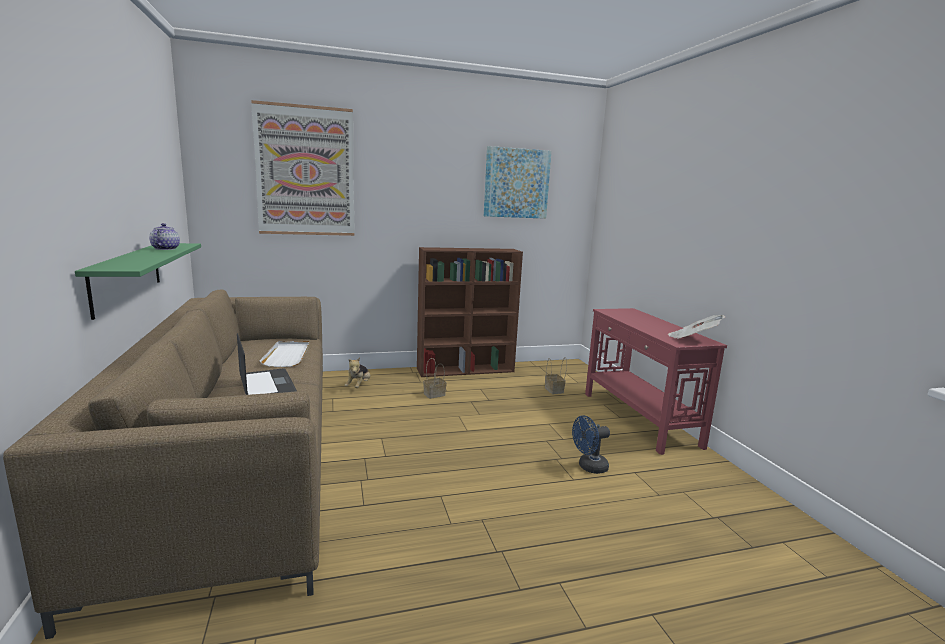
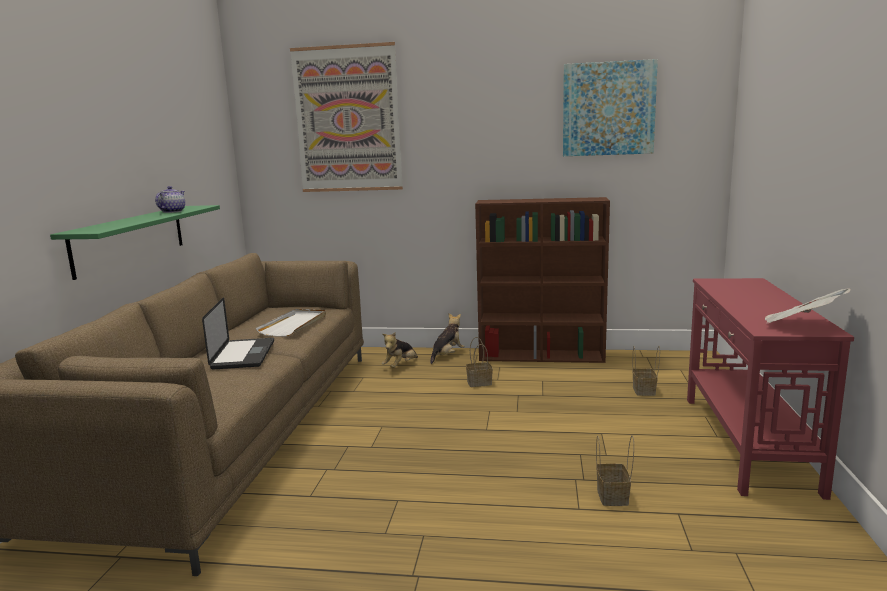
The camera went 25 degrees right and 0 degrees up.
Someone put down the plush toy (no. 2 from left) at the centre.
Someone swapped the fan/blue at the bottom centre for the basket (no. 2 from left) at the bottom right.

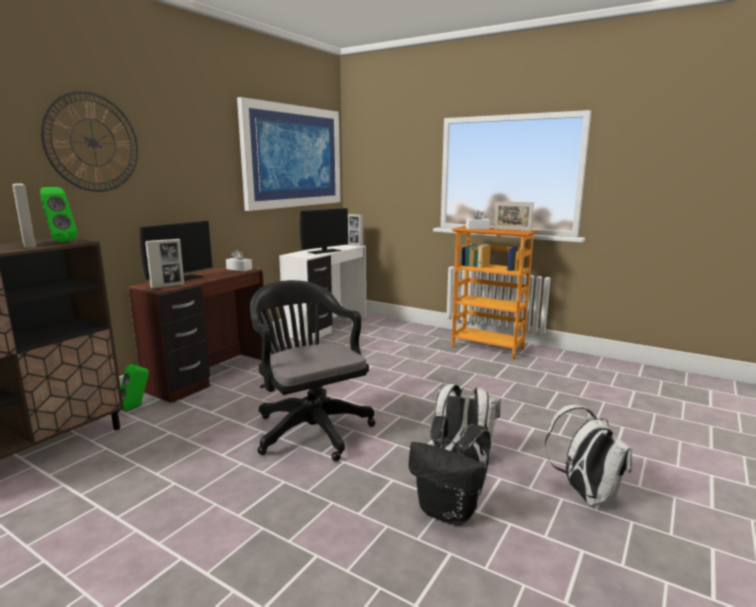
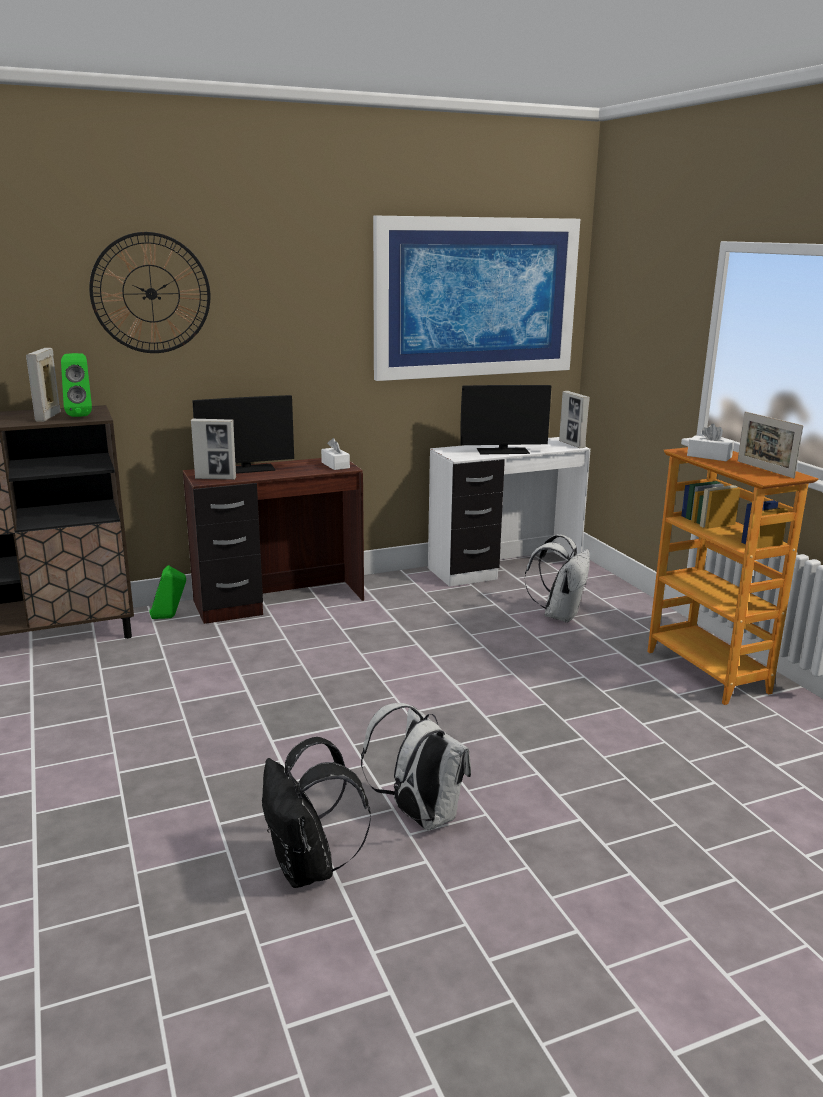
The camera went 35 degrees right and 5 degrees up.
Someone took away the office chair/black at the centre.
Someone carried the backpack/white (no. 2 from left) from the bottom right to the middle right.

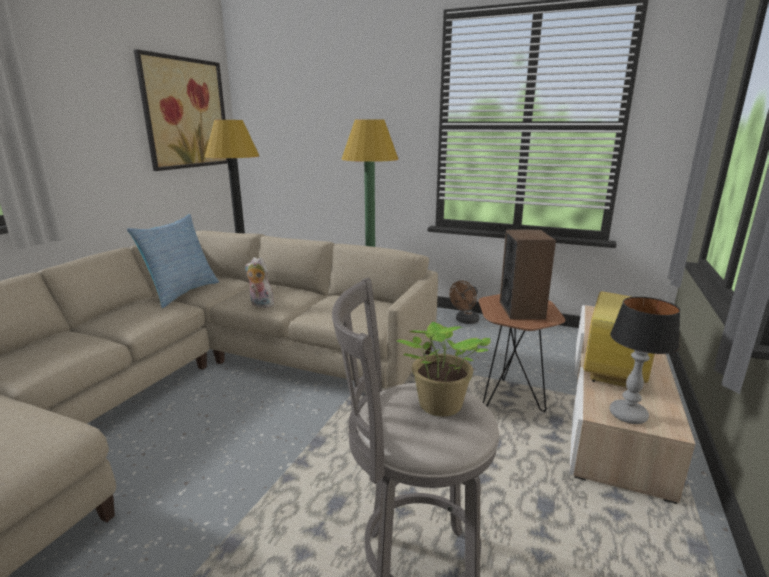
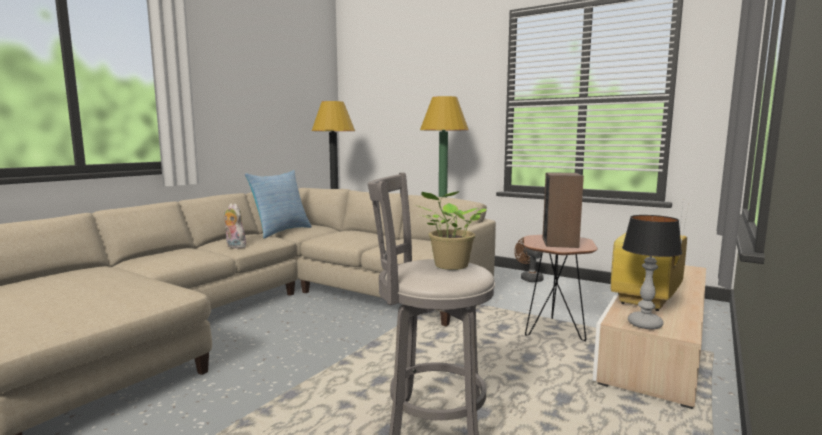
The camera went 10 degrees right and 10 degrees down.
Someone took away the picture at the top left.
Someone carried the plush toy from the centre to the middle left.
Someone rotated the fan/brown at the centre by 105 degrees clockwise.

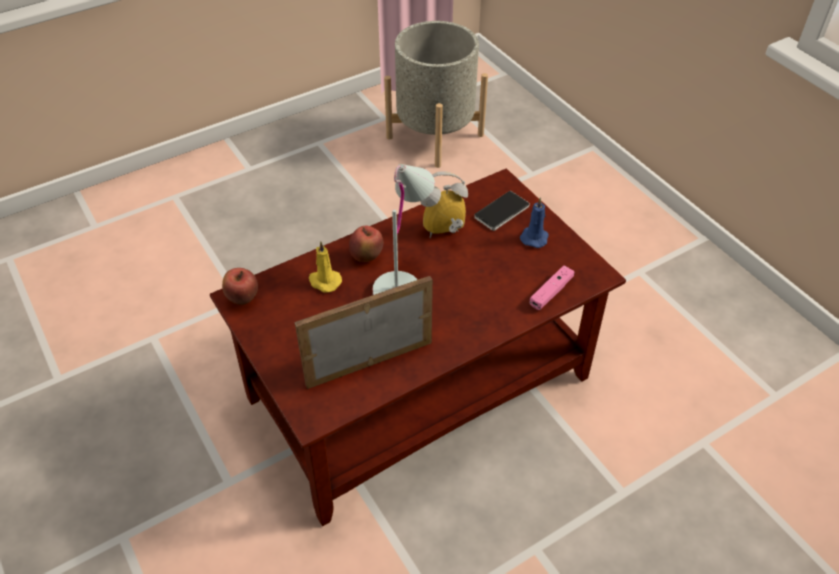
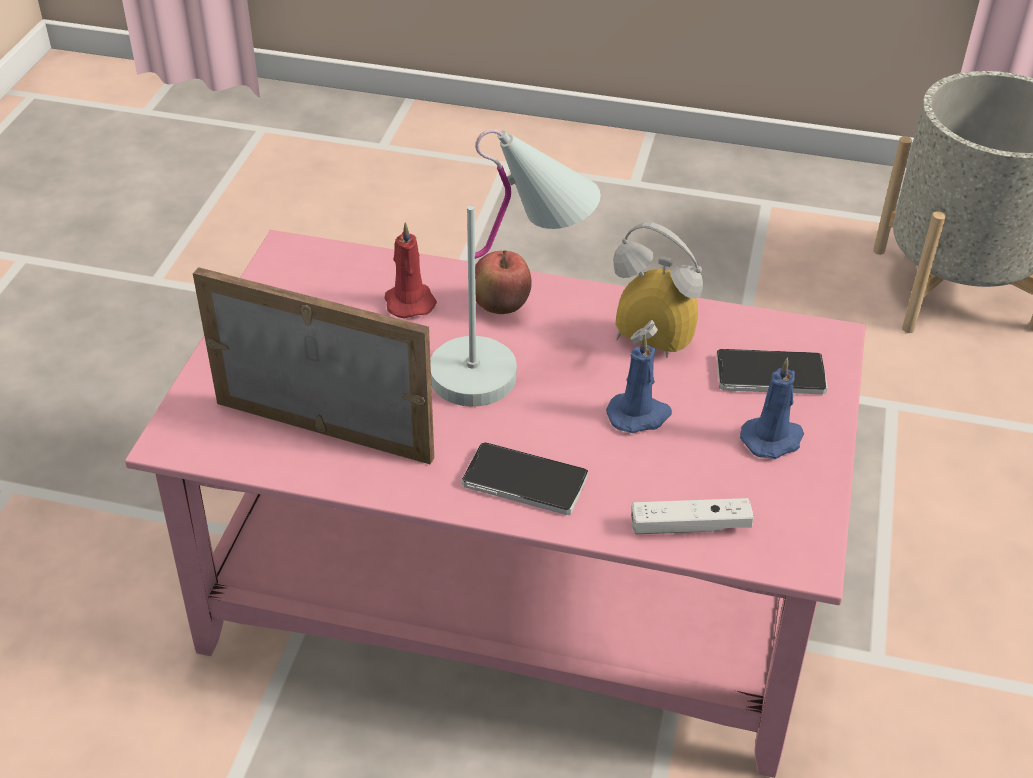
The camera went 45 degrees right and 5 degrees down.
Someone took away the apple (no. 1 from left) at the middle left.
Someone put down the phone (no. 1 from left) at the centre.
Someone put down the candle/blue (no. 1 from left) at the centre.
Someone repainted the coffee table/brown at the centre, which became the coffee table/pink at the centre.
Someone repainted the candle/yellow at the centre, which became the candle/red at the centre.
Someone repainted the game controller/pink at the centre, which became the game controller/white at the middle right.

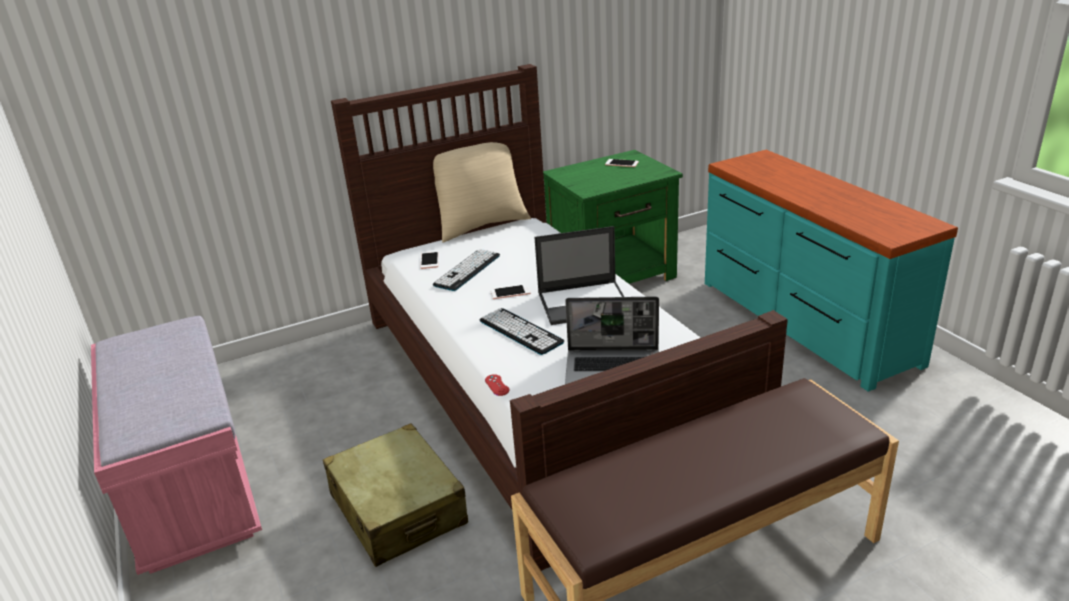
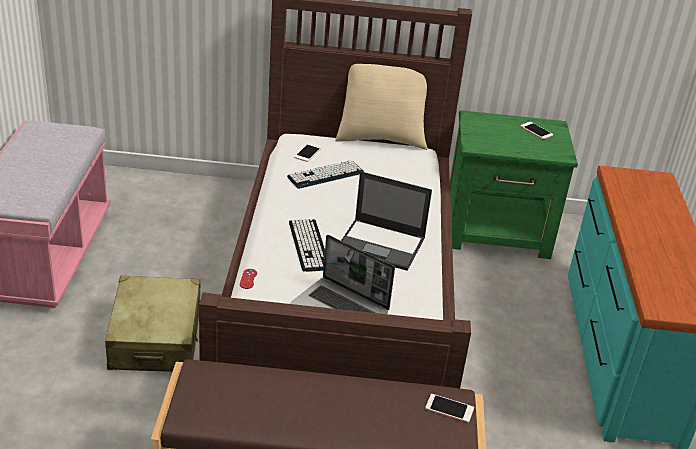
The camera went 25 degrees right and 5 degrees up.
Someone carried the phone (no. 2 from left) from the centre to the bottom centre.

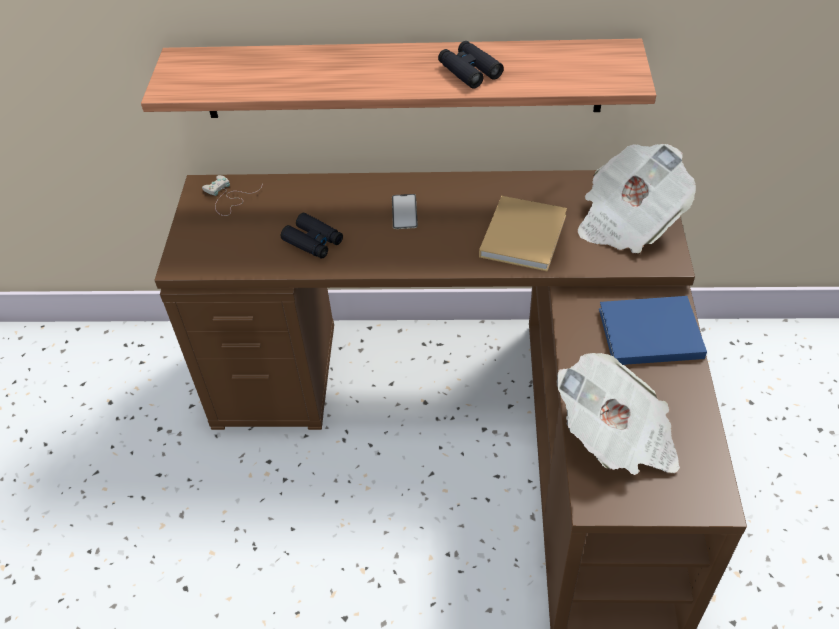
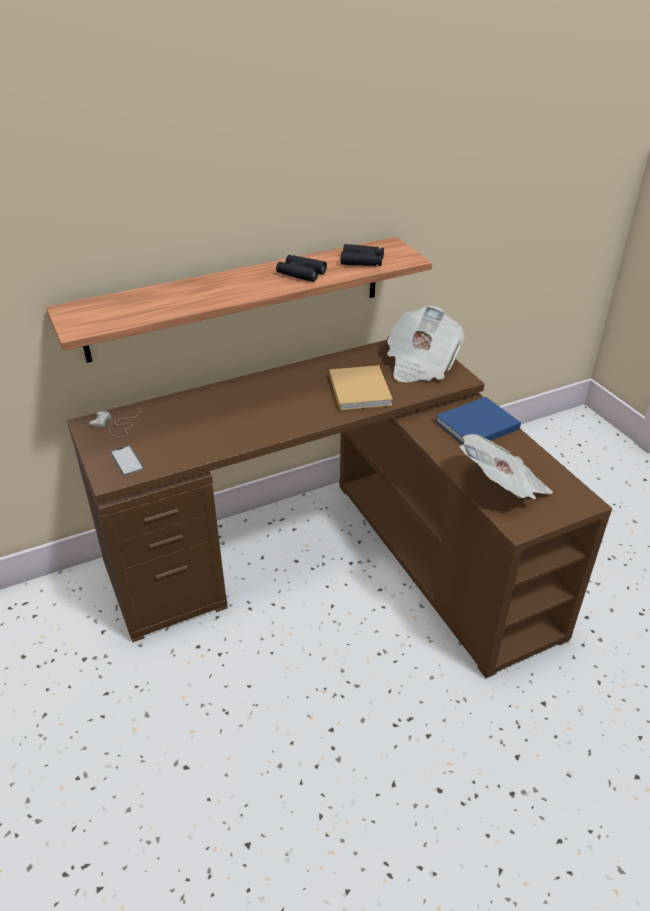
The camera went 30 degrees left and 10 degrees down.
Someone carried the binoculars/black (no. 1 from left in the first image) from the centre to the top centre.
Someone carried the phone from the centre to the middle left.

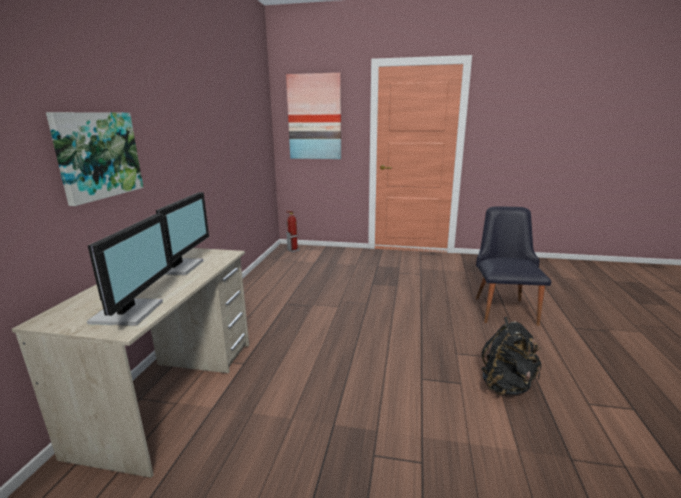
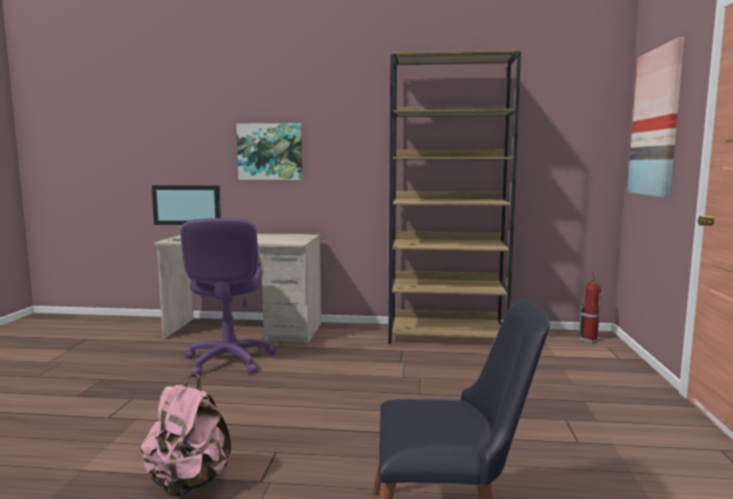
The camera went 85 degrees right and 10 degrees down.
Someone took away the monitor (no. 2 from left) at the middle left.
Someone put down the office chair/purple at the middle left.
Someone put down the bookcase/brown at the centre.
Someone repainted the backpack/black at the bottom right, which became the backpack/pink at the bottom left.

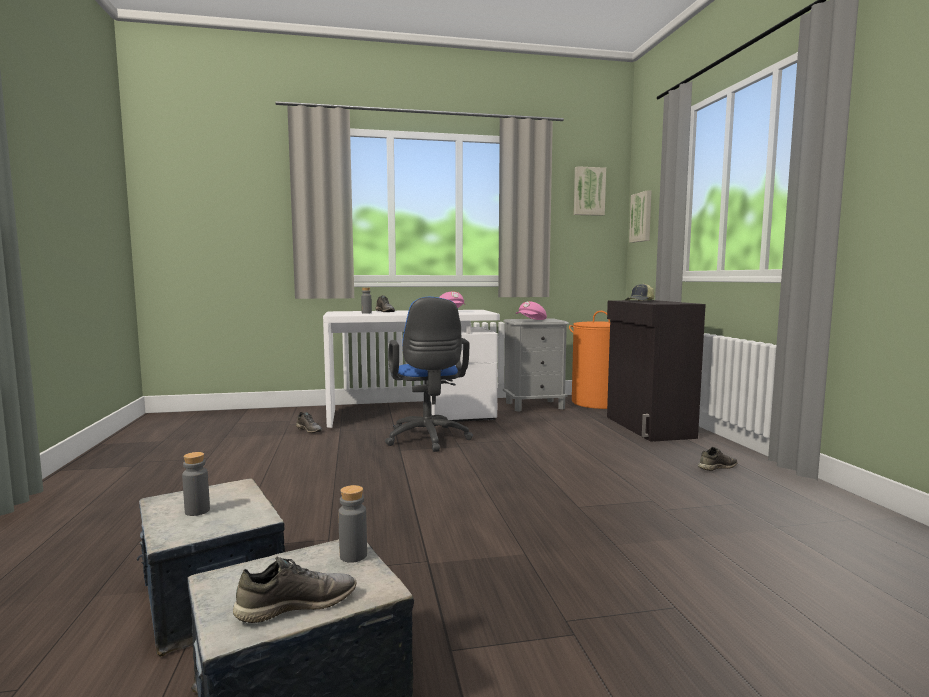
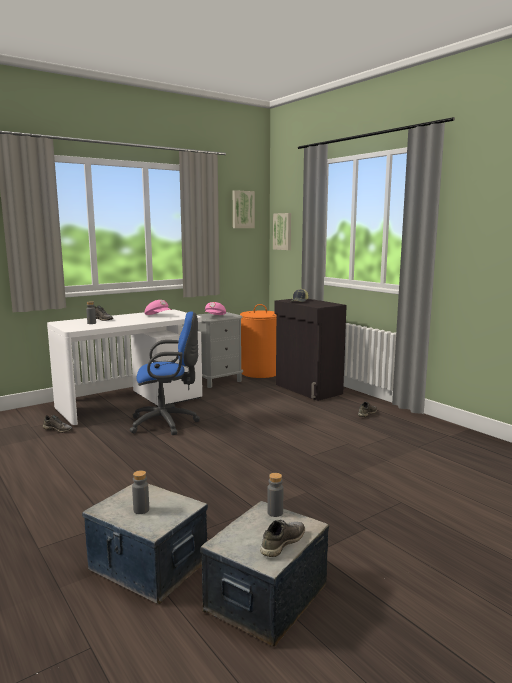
The camera went 25 degrees left and 5 degrees up.
Someone rotated the office chair/blue at the centre by 60 degrees counterclockwise.

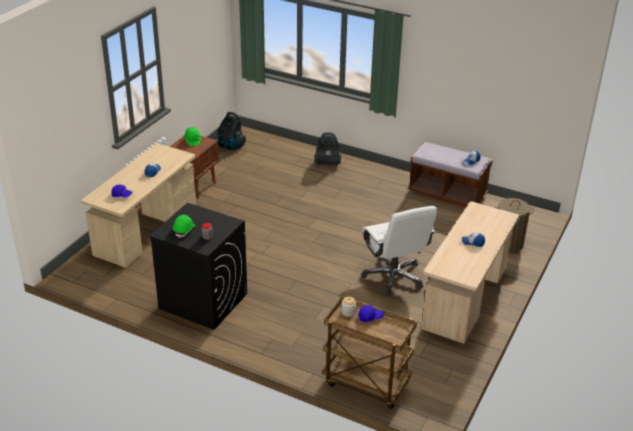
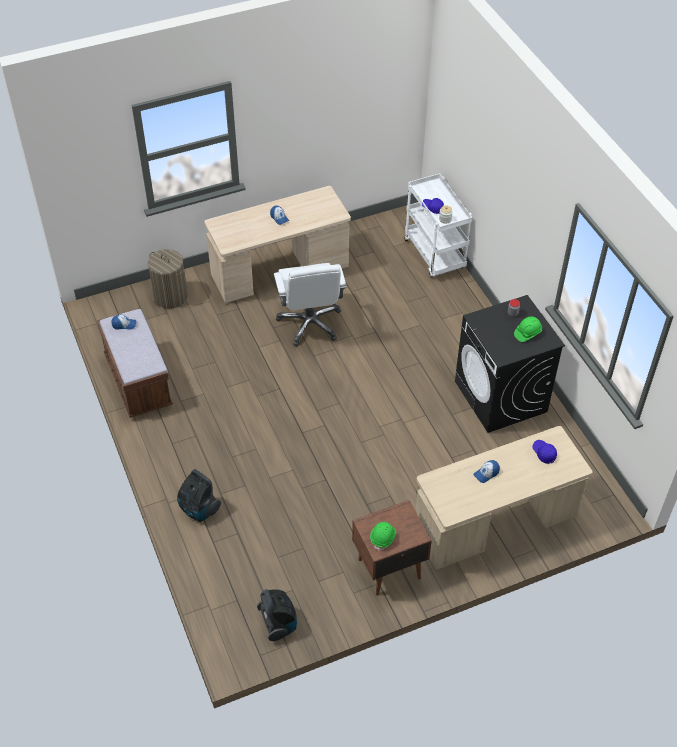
The camera went 140 degrees left and 15 degrees up.
Someone repainted the cart/brown at the bottom centre, which became the cart/white at the top centre.
Someone rotated the office chair/white at the centre by 150 degrees clockwise.

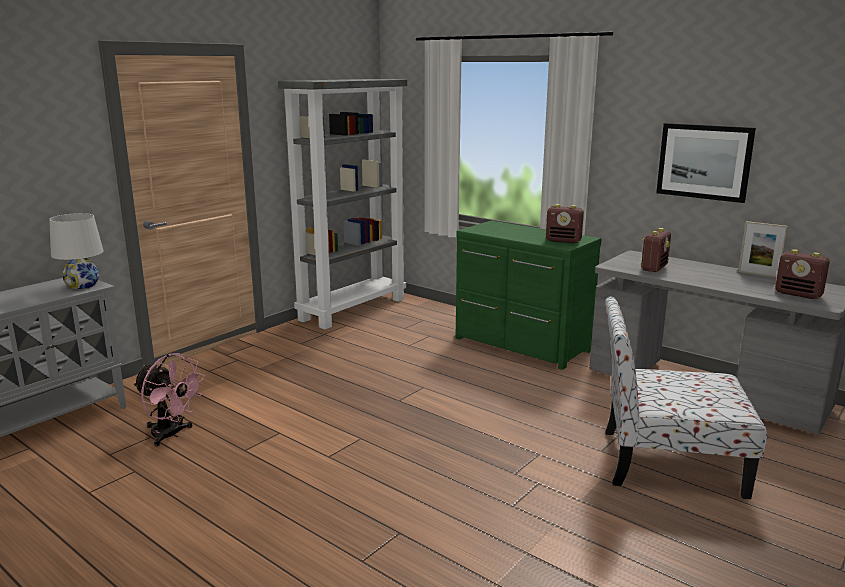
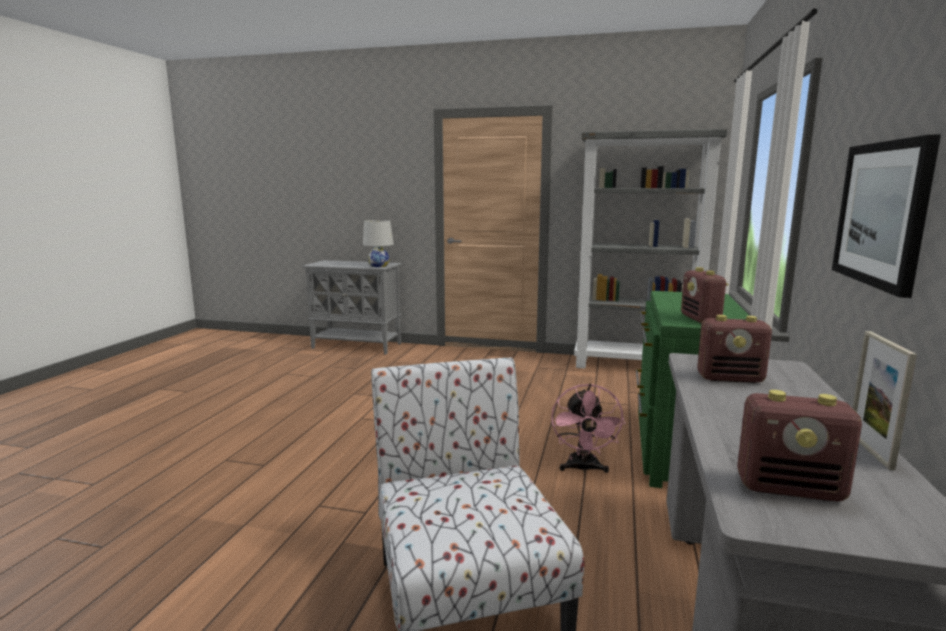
The camera went 65 degrees right and 5 degrees down.
Someone carried the fan/pink from the bottom left to the bottom centre.
Someone rotated the radio (no. 3 from left) at the middle right by 90 degrees counterclockwise.

